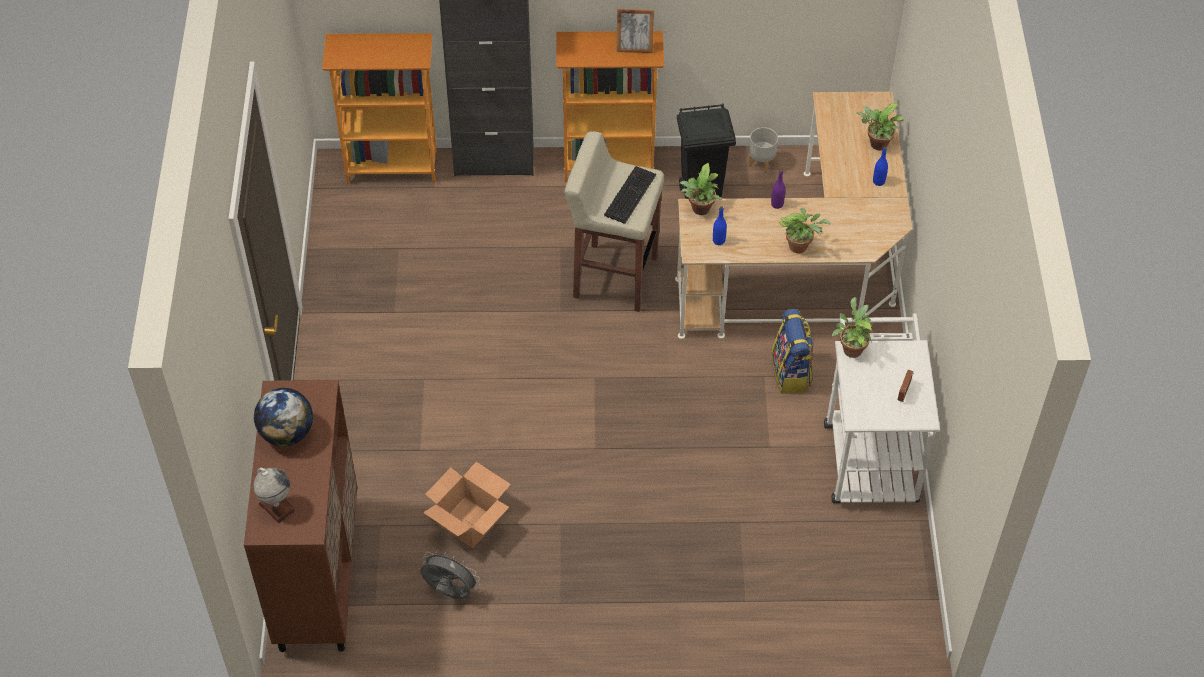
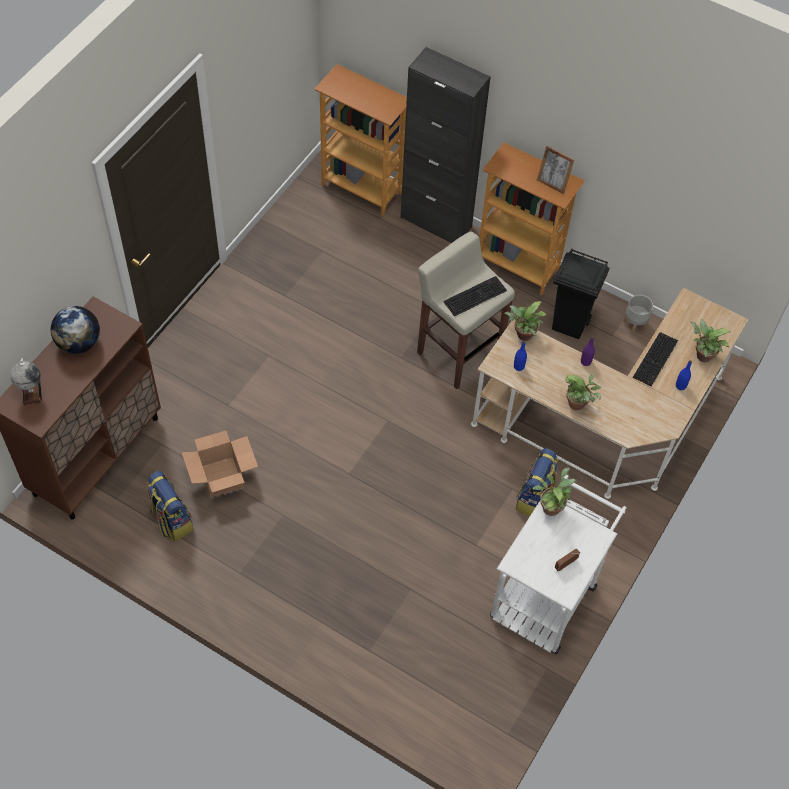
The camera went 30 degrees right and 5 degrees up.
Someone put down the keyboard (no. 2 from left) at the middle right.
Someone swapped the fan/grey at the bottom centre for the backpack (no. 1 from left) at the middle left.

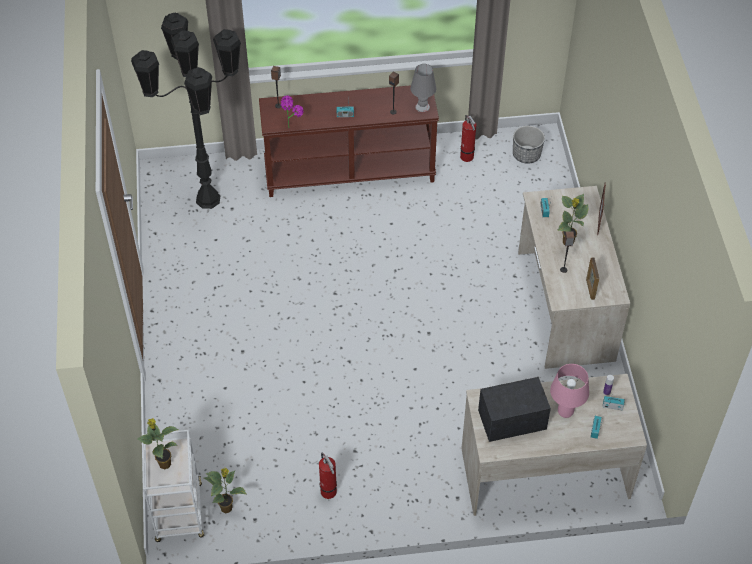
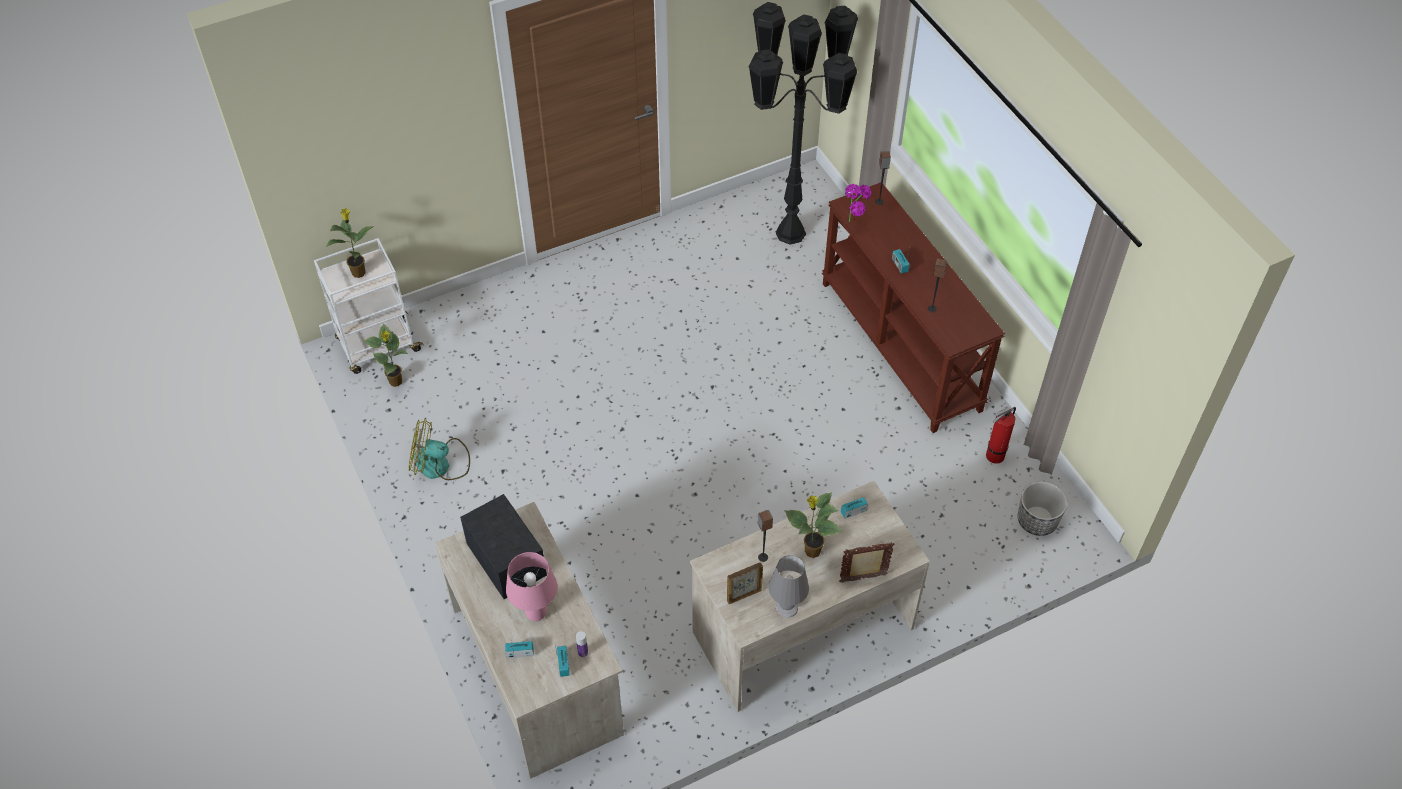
The camera went 70 degrees right and 0 degrees up.
Someone carried the table lamp/grey from the top centre to the bottom centre.
Someone swapped the fire extinguisher (no. 1 from left) at the bottom centre for the fan at the middle left.

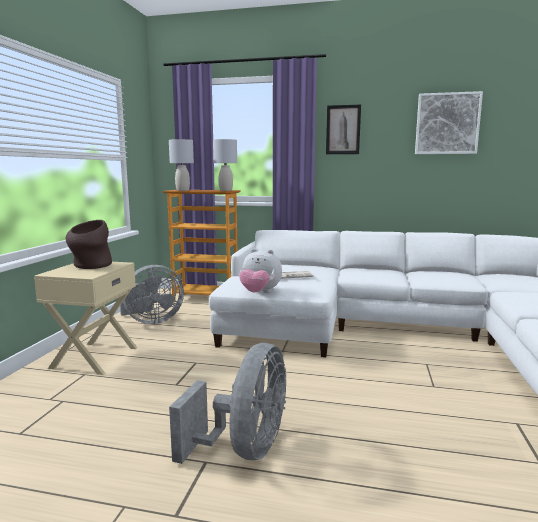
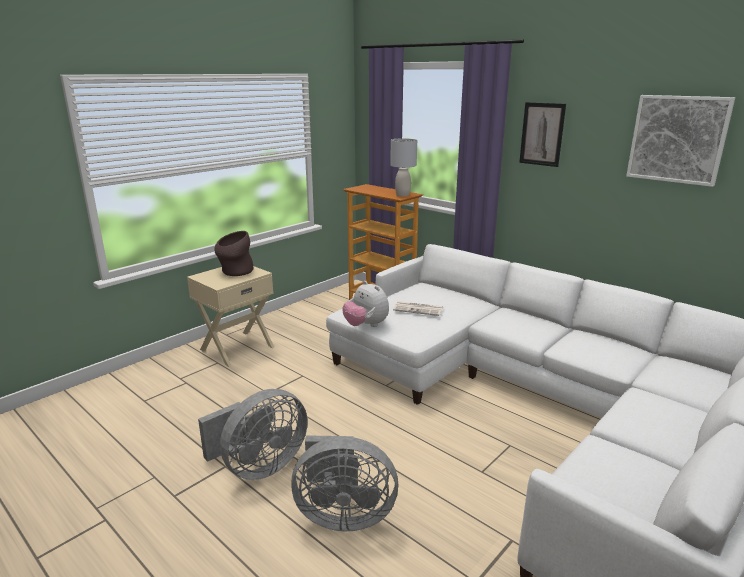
The camera went 30 degrees right and 10 degrees up.
Someone took away the table lamp/grey (no. 1 from left) at the top centre.
Someone carried the fan/grey (no. 1 from left in the first image) from the middle left to the bottom centre.

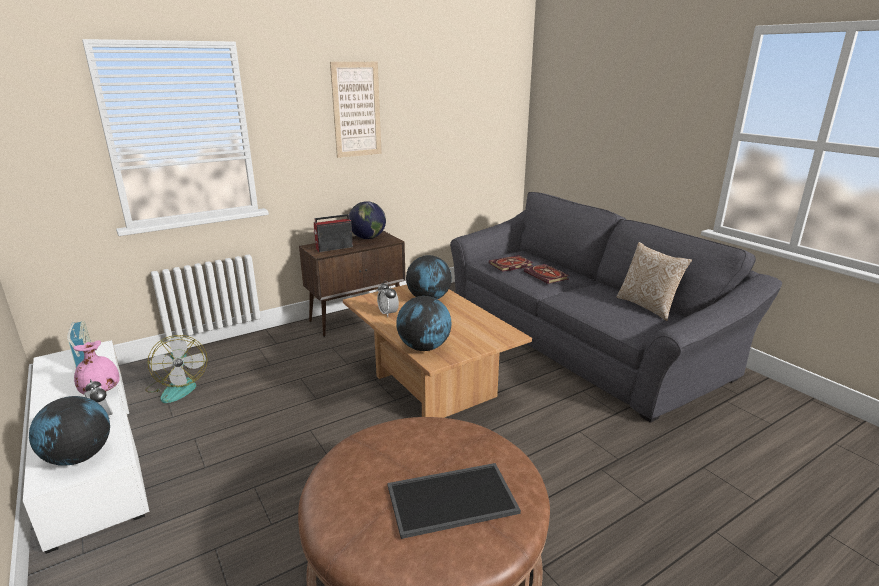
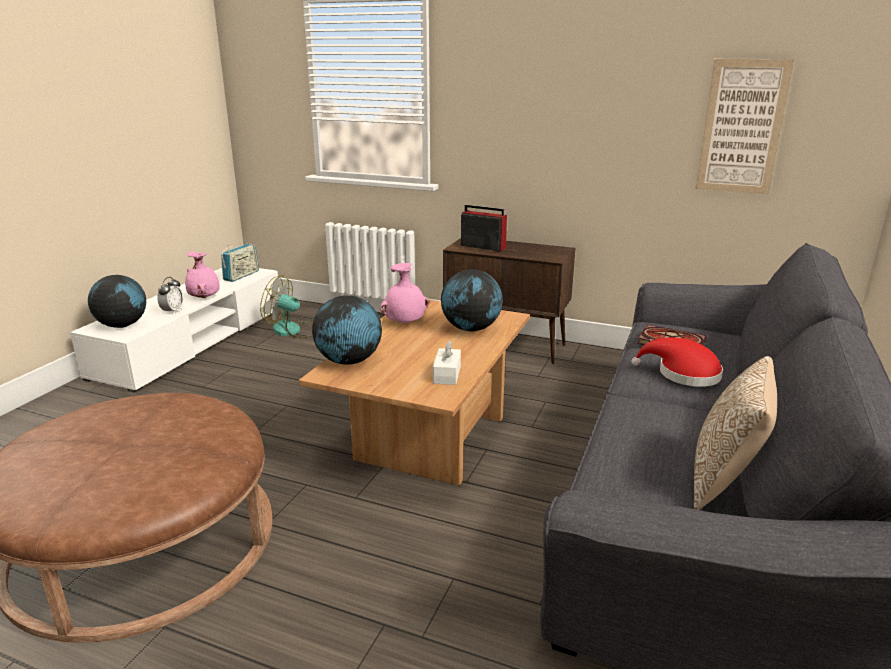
The camera went 55 degrees right and 0 degrees up.
Someone took away the globe (no. 2 from left) at the centre.
Someone took away the tray at the bottom centre.
Someone put down the tissue box/white at the centre.
Someone carried the picture from the top centre to the top right.
Someone swapped the alarm clock (no. 2 from left) at the centre for the vase/pink (no. 2 from left) at the centre.
Someone swapped the book (no. 2 from left) at the centre for the hat/red at the middle right.
Someone rotated the fan at the middle left by 75 degrees clockwise.

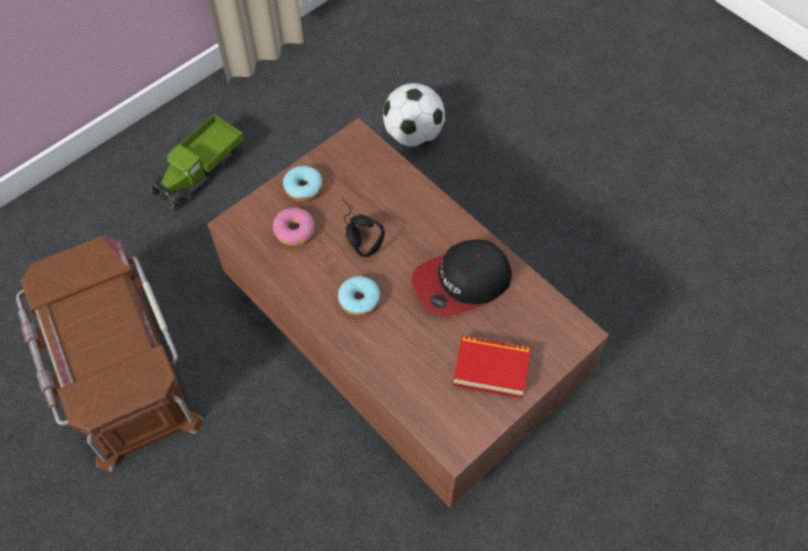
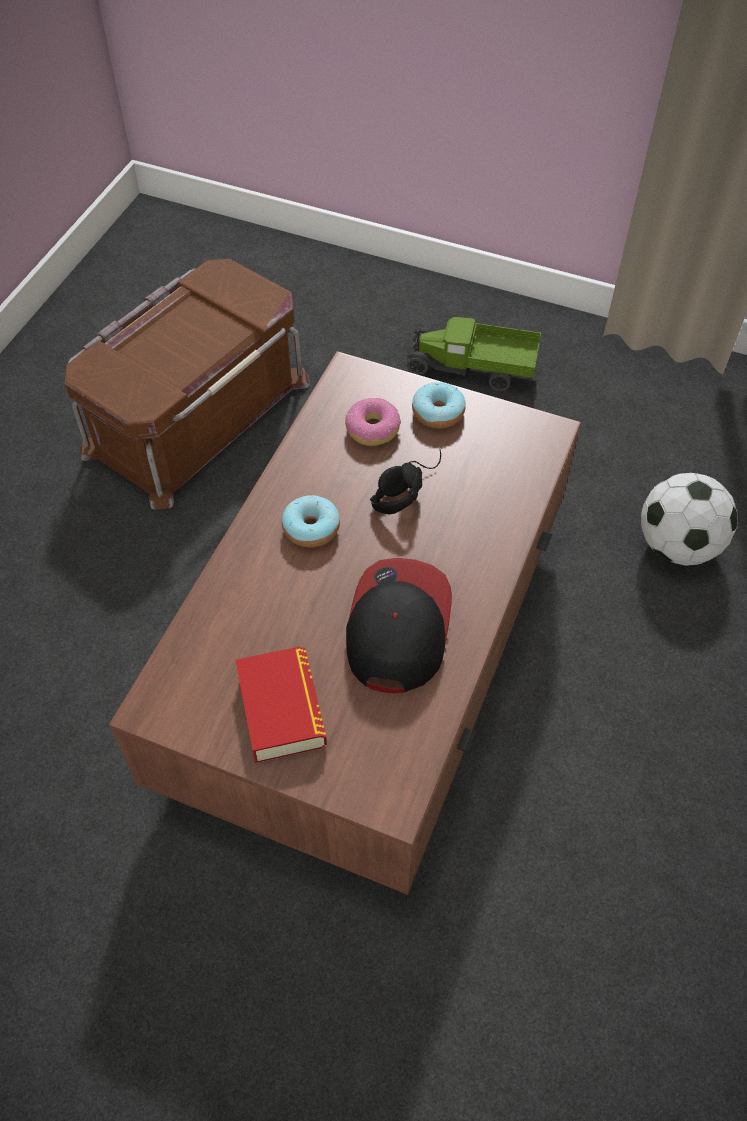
The camera went 65 degrees right and 5 degrees down.
Someone rotated the cap at the centre by 60 degrees clockwise.

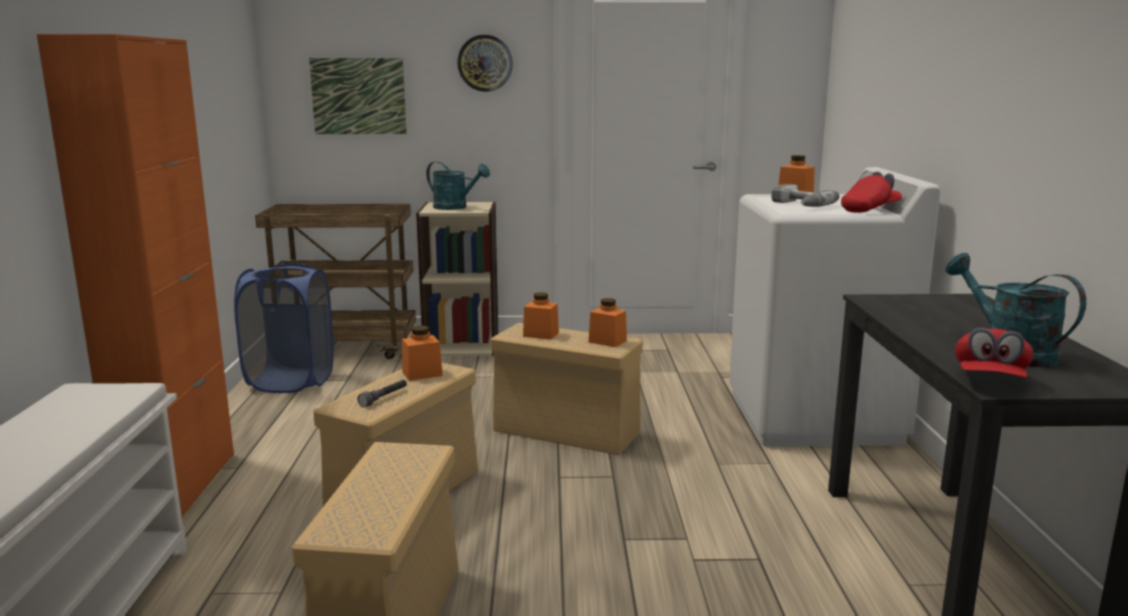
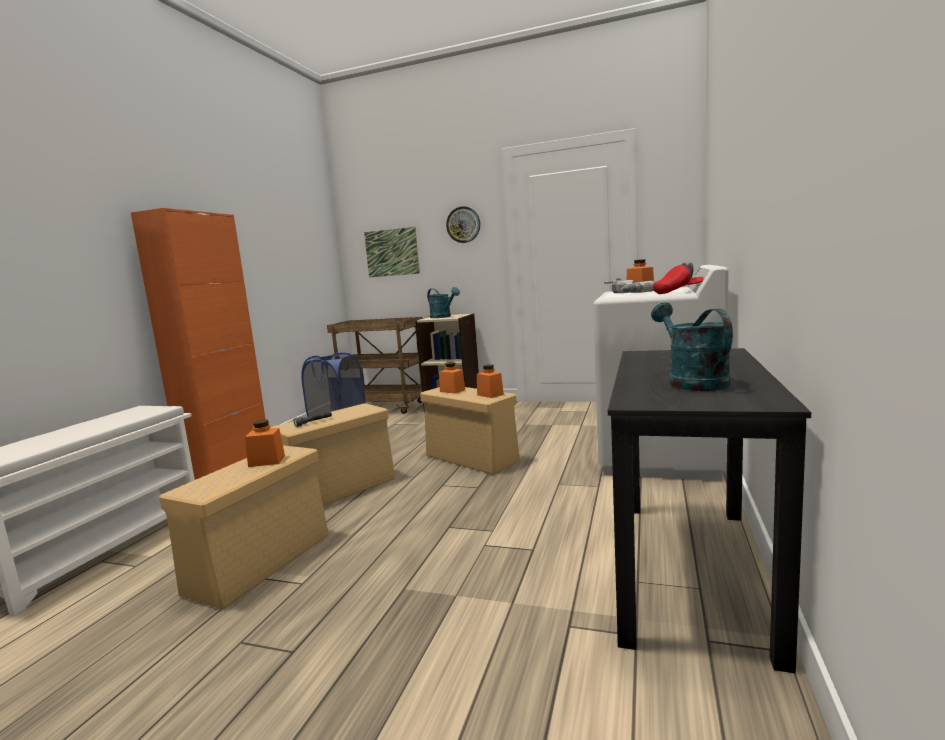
The camera went 20 degrees right and 5 degrees down.
Someone took away the cap/red (no. 2 from left) at the middle right.
Someone carried the jar/orange (no. 1 from left) from the centre to the middle left.

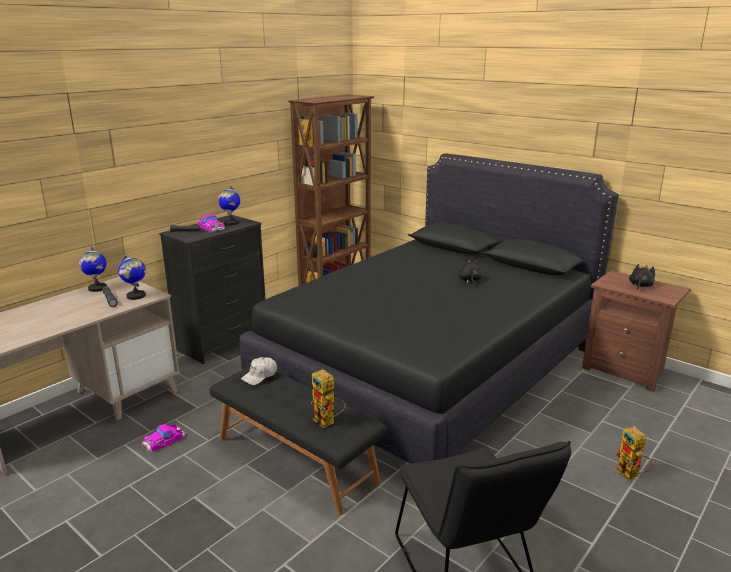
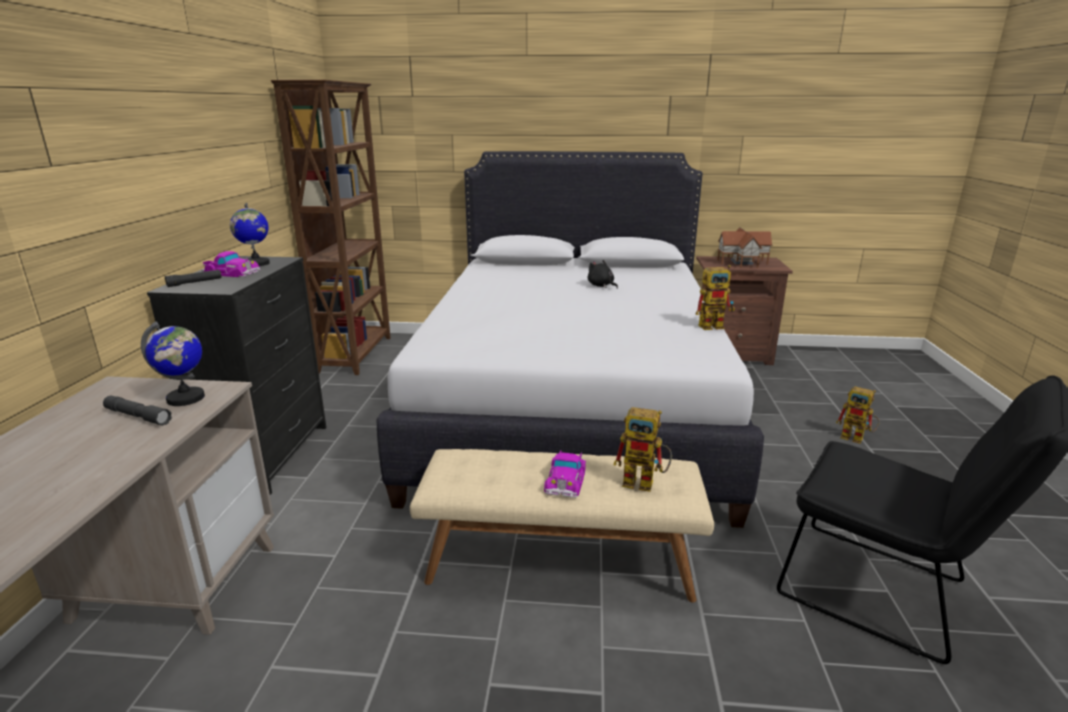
The camera went 35 degrees left and 0 degrees up.
Someone took away the globe (no. 1 from left) at the middle left.
Someone took away the cap/white at the centre.
Someone put down the toy robot (no. 2 from left) at the middle right.
Someone carried the toy car (no. 1 from left in the first image) from the bottom left to the centre.
Someone swapped the plush toy/black (no. 2 from left) at the middle right for the toy house at the middle right.
Someone repainted the bench/black at the bottom centre, which became the bench/beige at the bottom centre.
Someone repainted the bed/black at the centre, which became the bed/white at the centre.

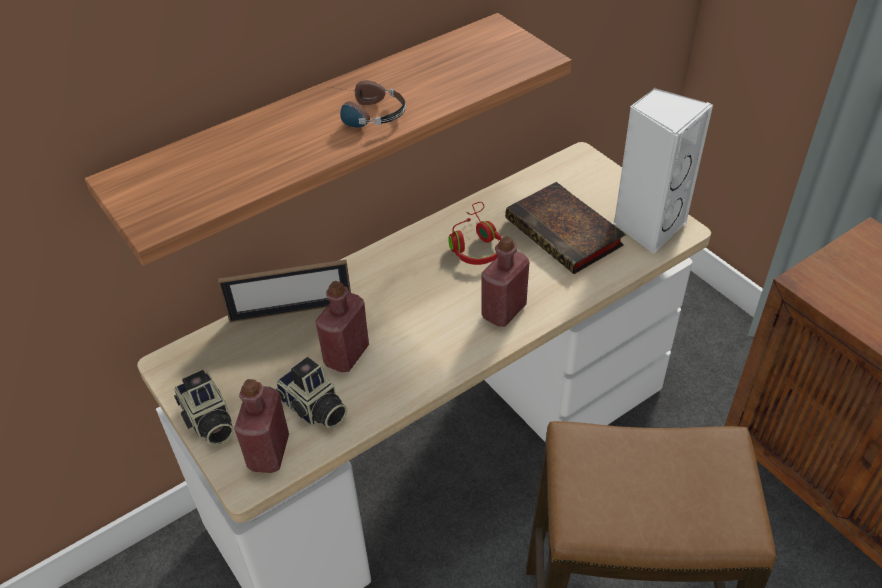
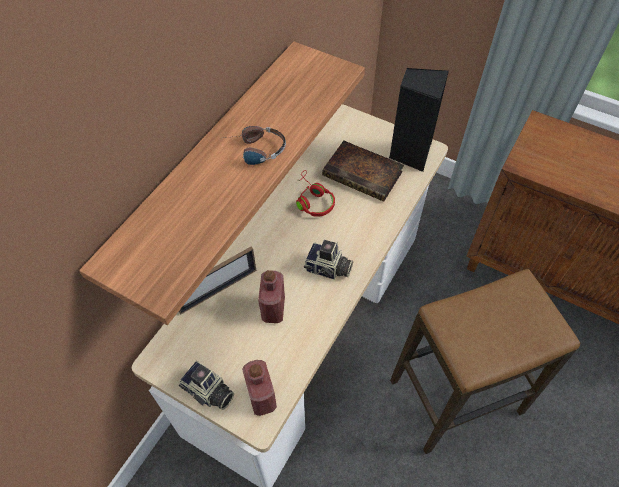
The camera went 25 degrees left and 10 degrees up.
Someone took away the bottle/red (no. 3 from left) at the centre.
Someone carried the photo camera (no. 2 from left) from the bottom centre to the centre.
Someone repainted the speaker/white at the top right, which became the speaker/black at the top right.

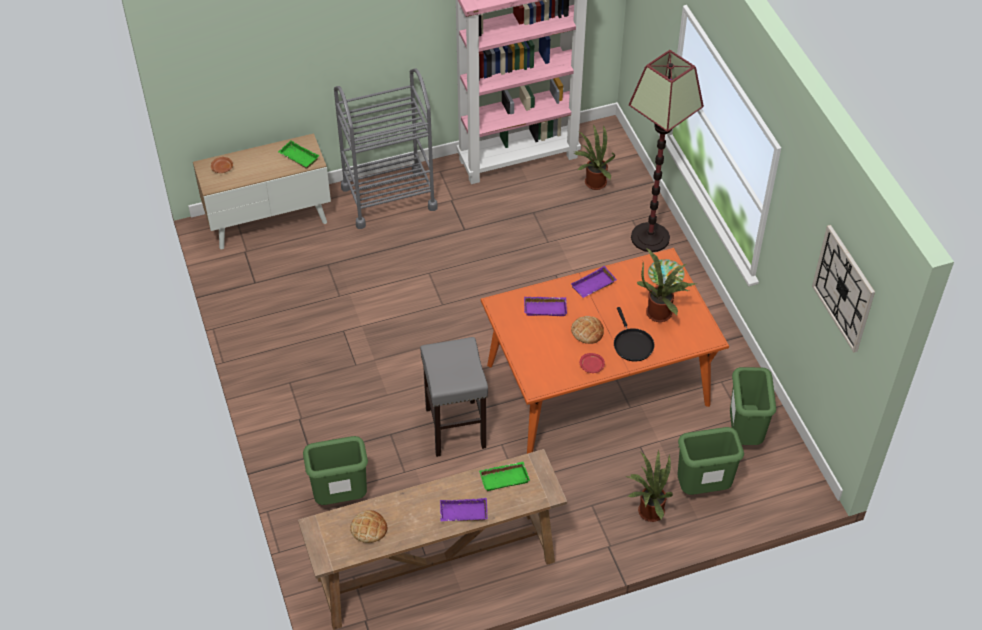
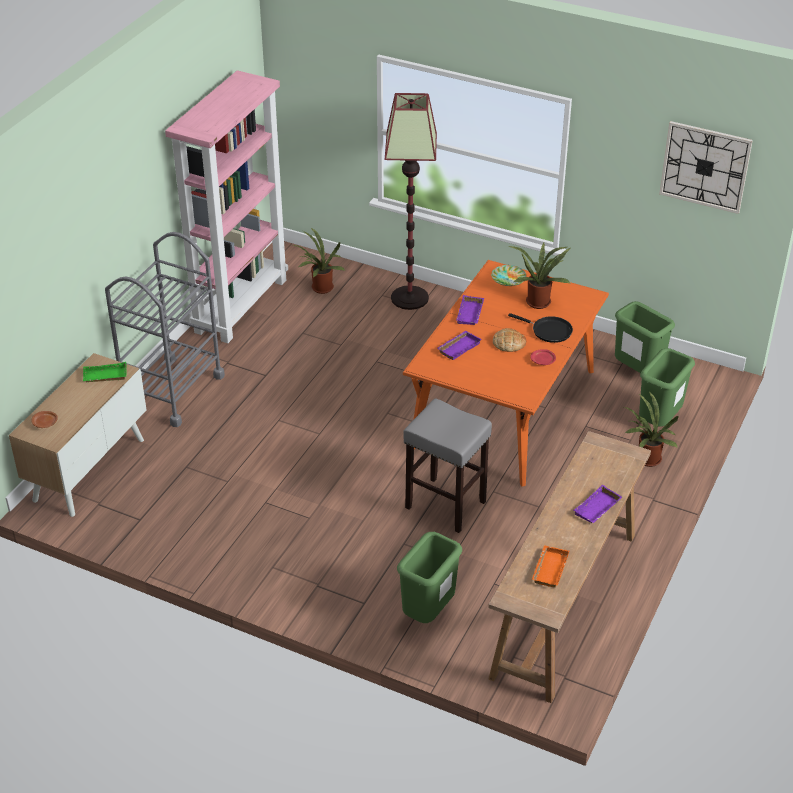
The camera went 45 degrees left and 10 degrees down.
Someone took away the tray/green (no. 2 from left) at the bottom centre.
Someone swapped the bread (no. 1 from left) at the bottom centre for the tray/orange at the bottom right.

